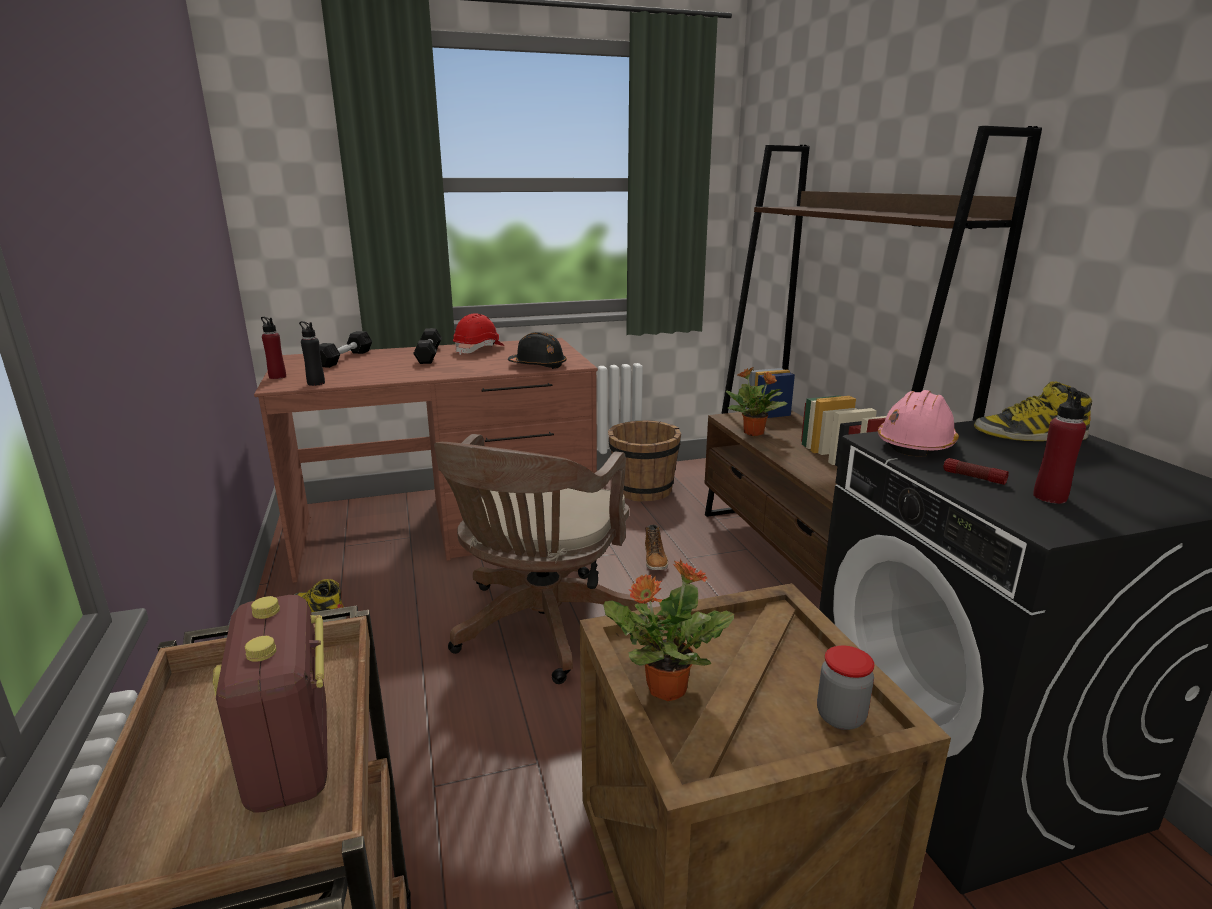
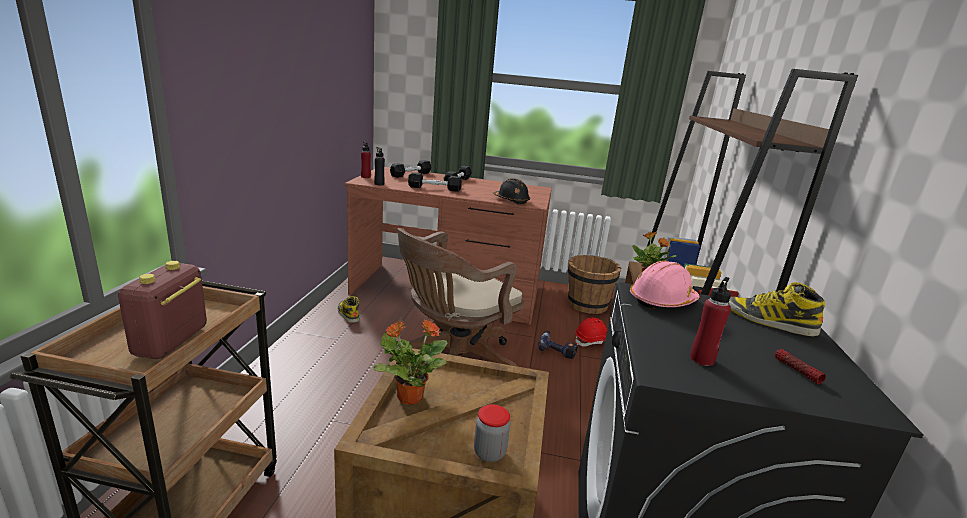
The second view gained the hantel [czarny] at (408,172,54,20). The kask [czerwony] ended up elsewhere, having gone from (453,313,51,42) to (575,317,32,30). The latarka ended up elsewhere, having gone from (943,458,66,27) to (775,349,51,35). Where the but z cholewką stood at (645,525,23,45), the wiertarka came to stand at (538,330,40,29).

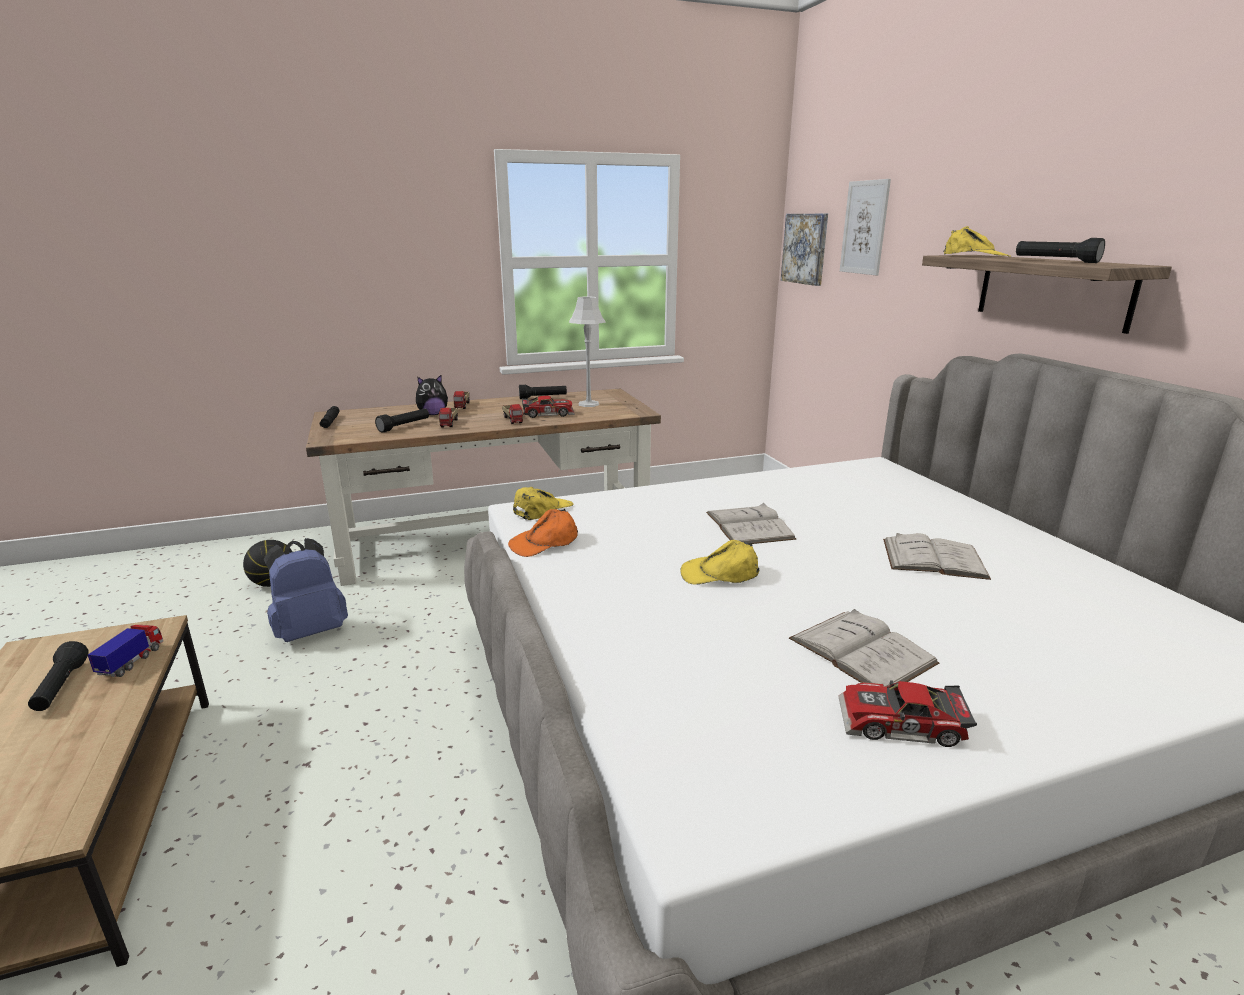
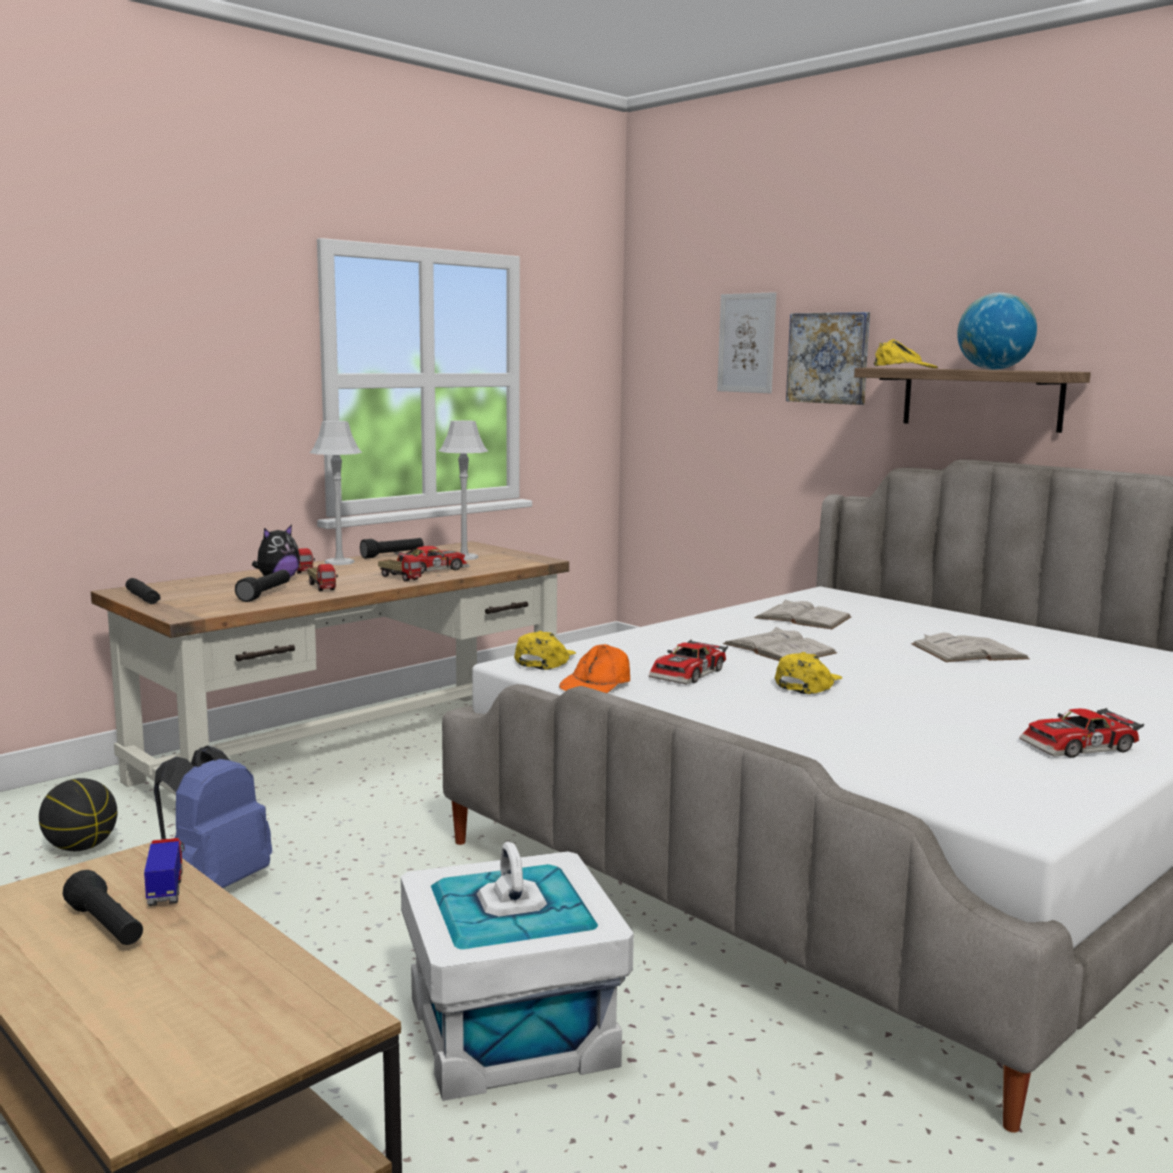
The second view gained the lampa stołowa [szary] at (310,421,52,144). The second view gained the pojemnik do przechowywania [biały] at (401,842,233,259). The second view gained the samochodzik at (648,640,80,45). The obraz ended up elsewhere, having gone from (781,213,47,73) to (786,312,84,93). The książka [biały] ended up elsewhere, having gone from (789,609,150,78) to (754,599,98,30). Where the latarka [czarny] stood at (1016,238,89,25), the globus came to stand at (957,292,80,78). The czapka z daszkiem [żółty] at (681,540,79,44) ended up facing another way, 150 degrees clockwise from before.

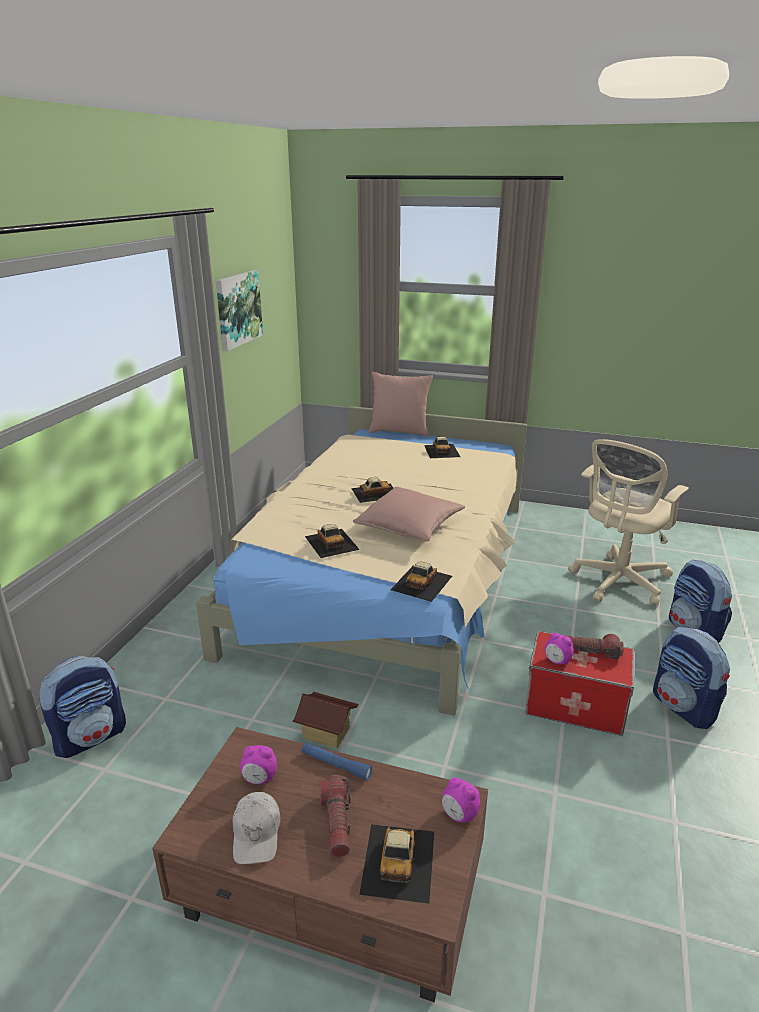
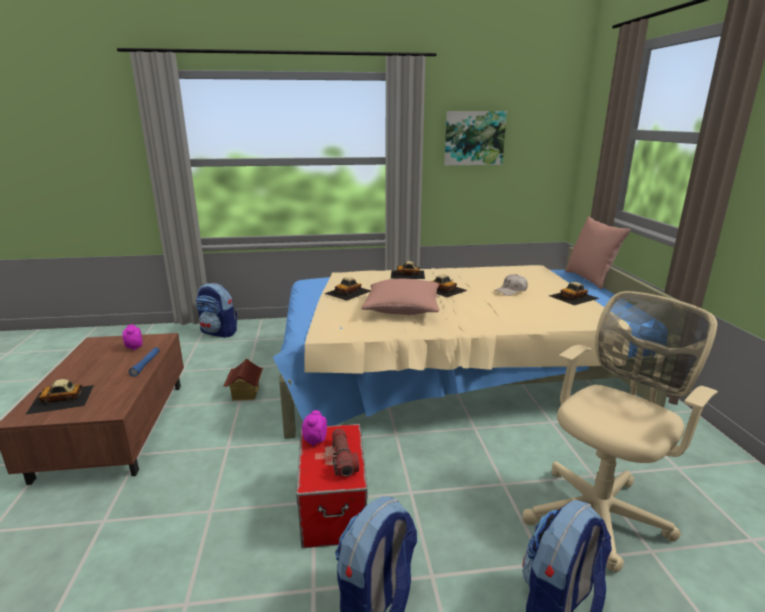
The second view lost the latarka at (319,775,31,82). The second view lost the budzik at (442,777,38,46). The czapka z daszkiem [biały] ended up elsewhere, having gone from (233,792,47,72) to (495,274,33,22). The samochodzik ended up elsewhere, having gone from (391,562,61,40) to (391,261,34,18). The krzesło biurowe [beżowy] at (568,439,120,167) ended up facing another way, 120 degrees clockwise from before.

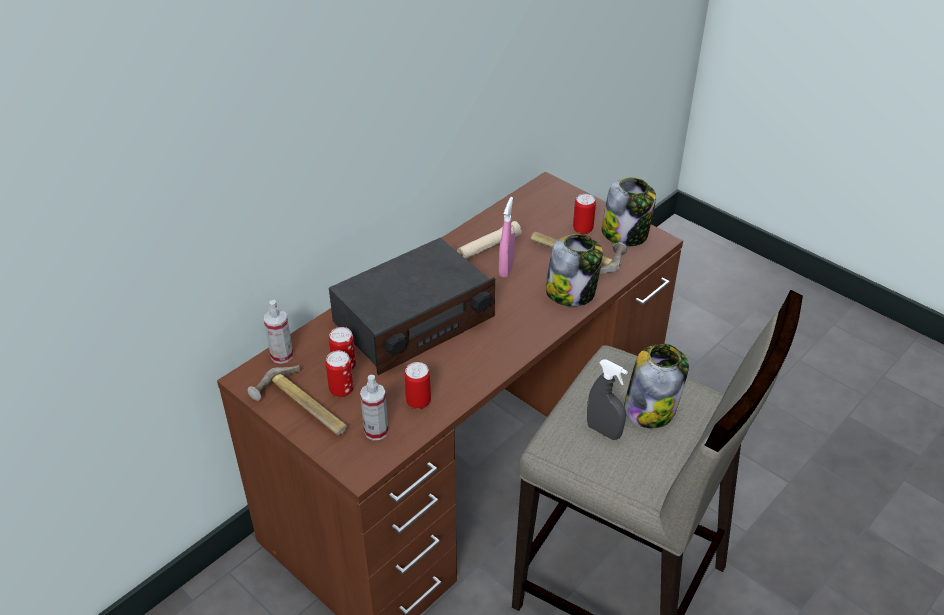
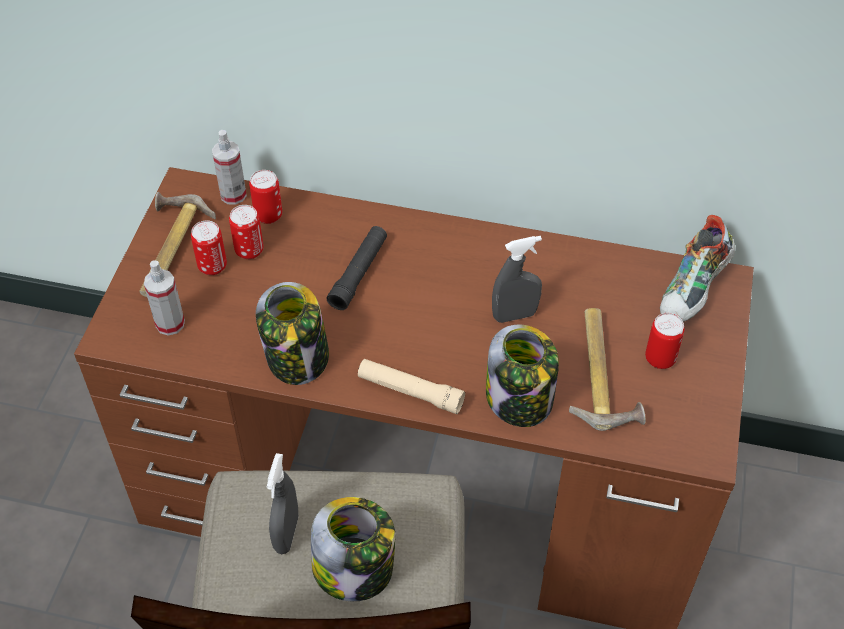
The second view gained the but at (660,215,76,107). The puszka ended up elsewhere, having gone from (404,362,27,47) to (249,170,33,54). The latarka [beżowy] ended up elsewhere, having gone from (457,221,65,38) to (358,359,107,55). The słoik ended up elsewhere, having gone from (602,177,54,69) to (256,282,73,103). Where the radio stood at (329,238,166,137), the latarka [czarny] came to stand at (327,226,60,84). What was the spryskiwacz [różowy] at (499,197,16,81) turned into the spryskiwacz [szary] at (492,236,50,87).

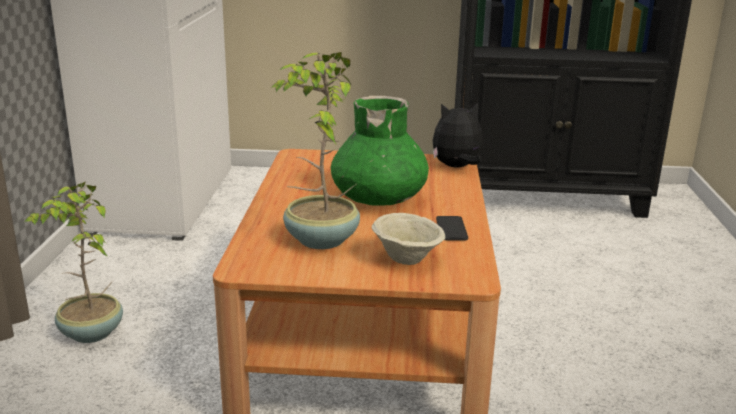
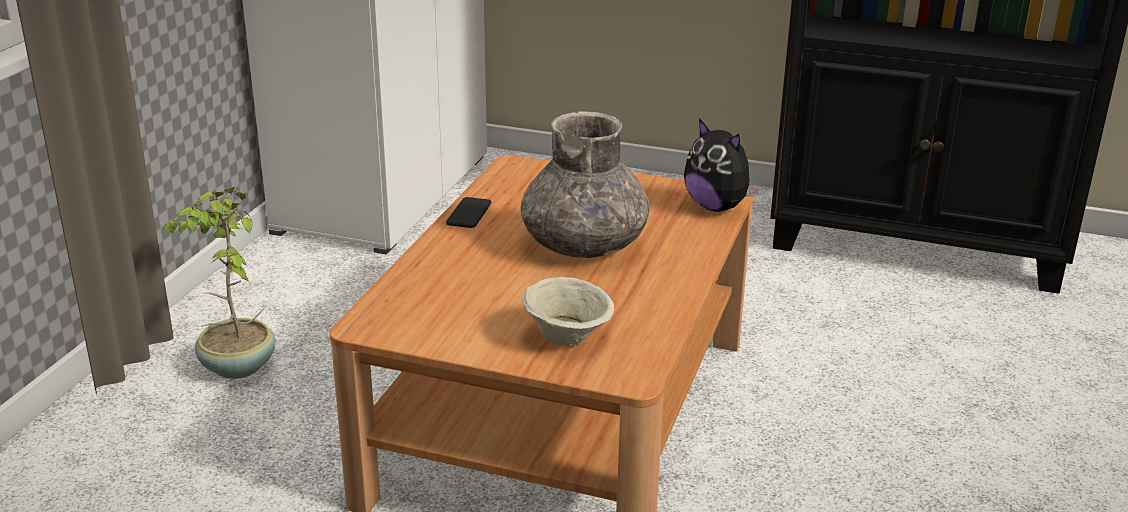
The second view lost the roślina doniczkowa at (272,52,88,197). The telefon ended up elsewhere, having gone from (436,216,32,25) to (446,197,45,31). What was the wazon [zielony] at (331,96,98,110) turned into the wazon [szary] at (520,111,130,147). The pluszak at (433,103,50,64) ended up facing another way, 135 degrees counterclockwise from before.

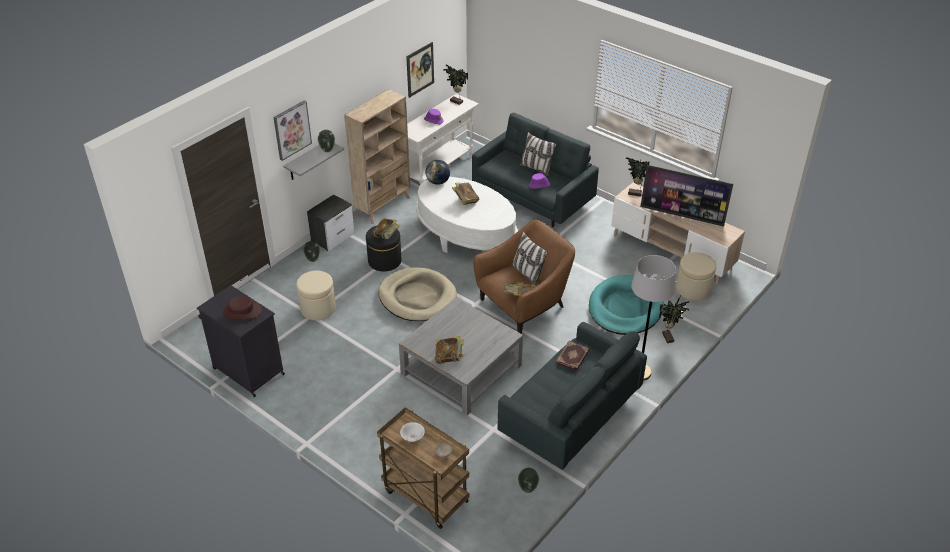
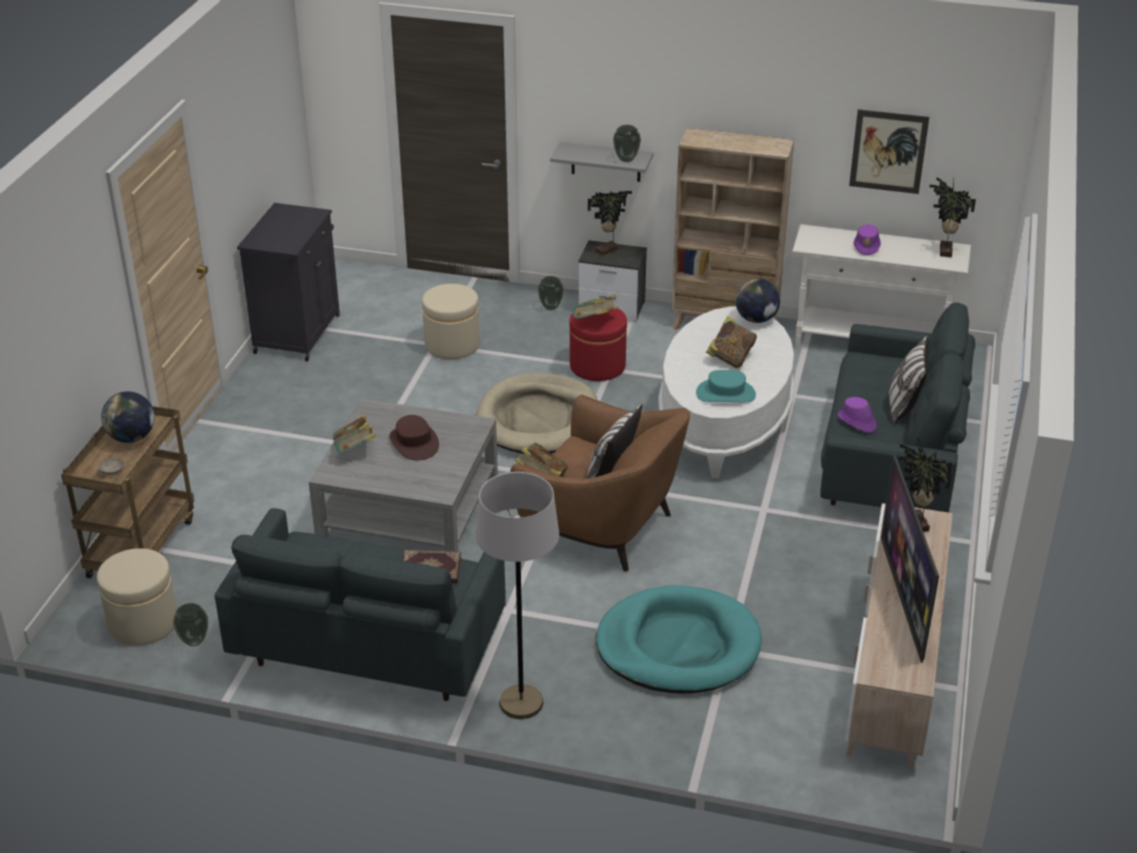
The second view lost the obraz at (273,100,39,61). The second view gained the kapelusz [turkusowy] at (696,370,60,32). The kapelusz [brązowy] ended up elsewhere, having gone from (223,296,39,23) to (389,415,50,45). The roślina doniczkowa ended up elsewhere, having gone from (659,296,30,47) to (588,191,44,65). The pufa [beżowy] ended up elsewhere, having gone from (676,252,40,49) to (97,548,80,98). Where the miska [biały] stood at (400,422,25,20), the globus came to stand at (101,391,54,52). What was the pufa [czarny] at (366,226,35,45) turned into the pufa [czerwony] at (569,308,58,73).

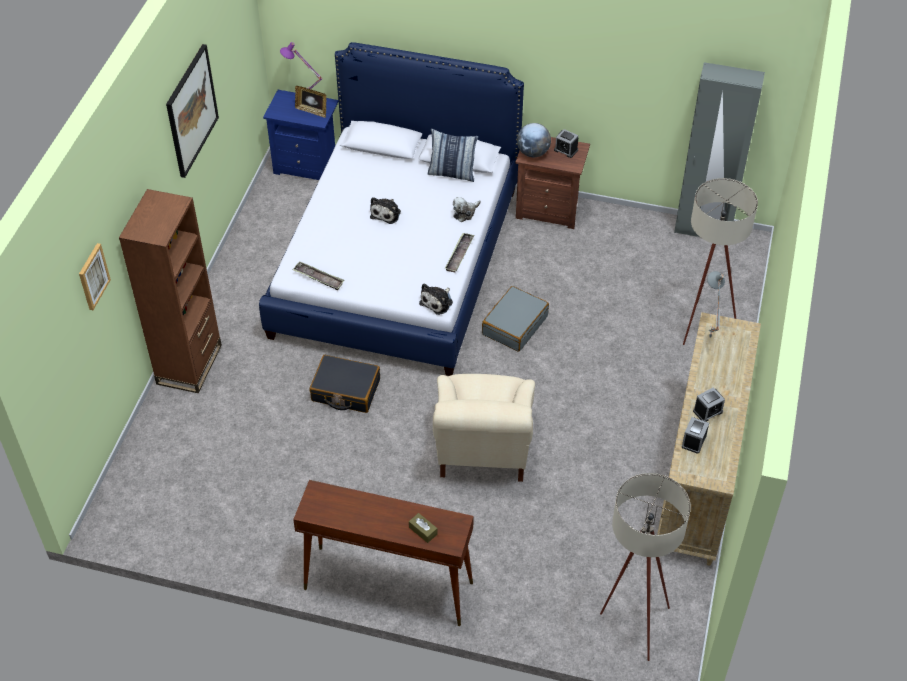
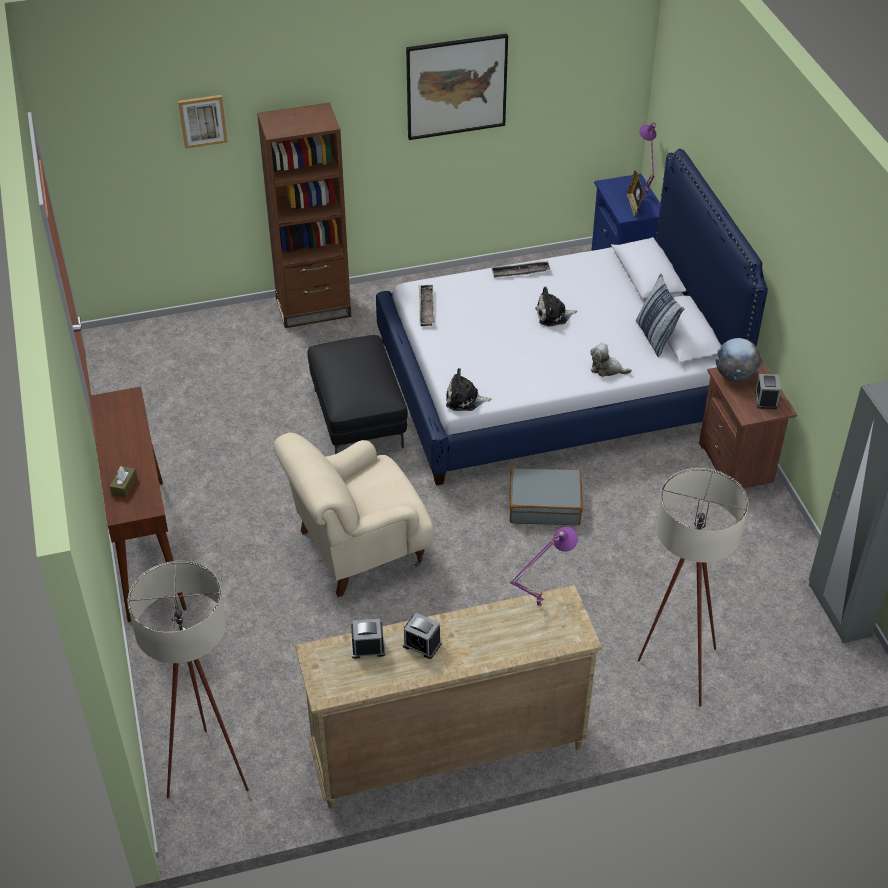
The taca ended up elsewhere, having gone from (445,233,29,40) to (491,261,60,16). Where the walizka [czarny] stood at (309,355,71,58), the pufa [czarny] came to stand at (307,335,101,119). What was the lampa stołowa [szary] at (707,271,18,66) turned into the lampa stołowa [fioletowy] at (509,527,69,80).

